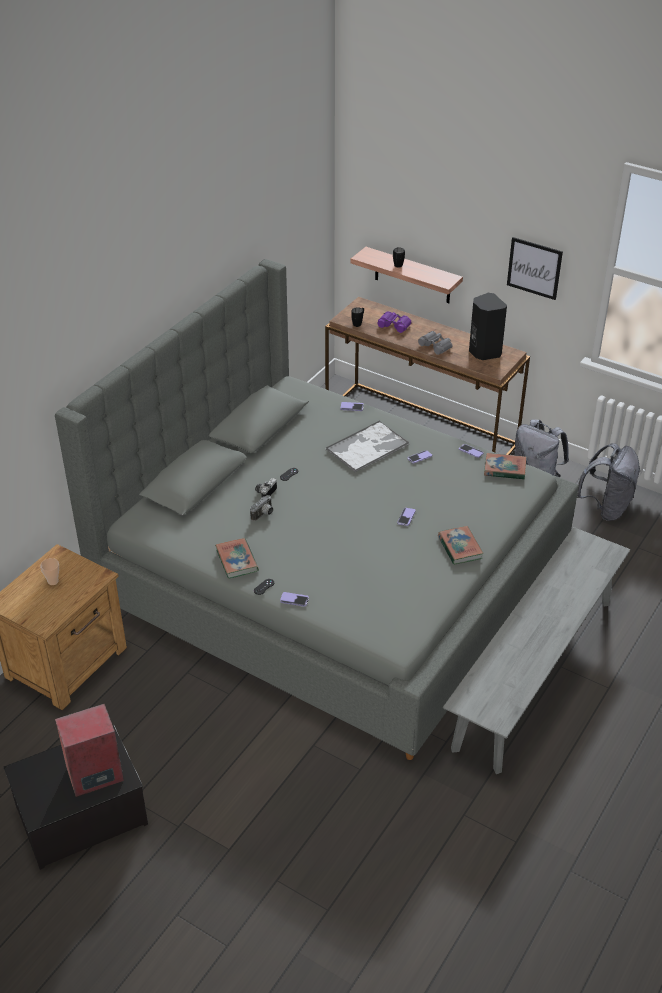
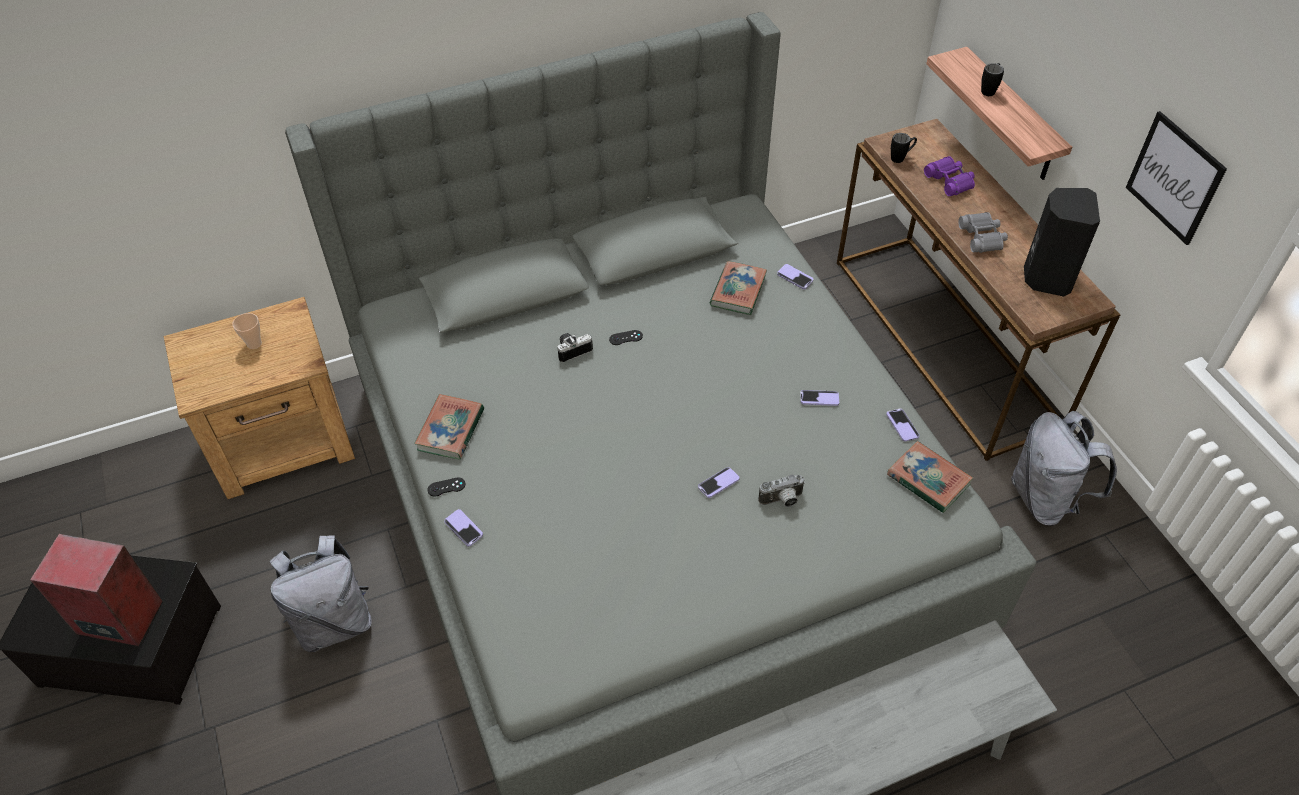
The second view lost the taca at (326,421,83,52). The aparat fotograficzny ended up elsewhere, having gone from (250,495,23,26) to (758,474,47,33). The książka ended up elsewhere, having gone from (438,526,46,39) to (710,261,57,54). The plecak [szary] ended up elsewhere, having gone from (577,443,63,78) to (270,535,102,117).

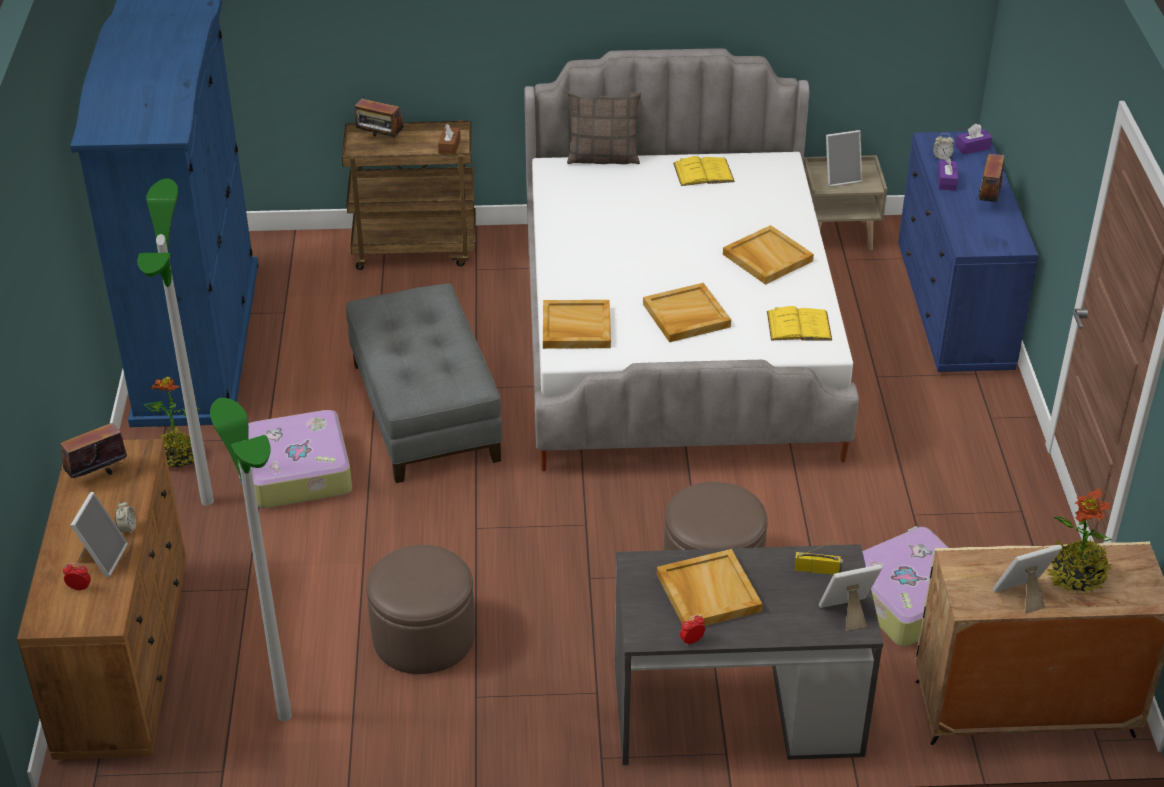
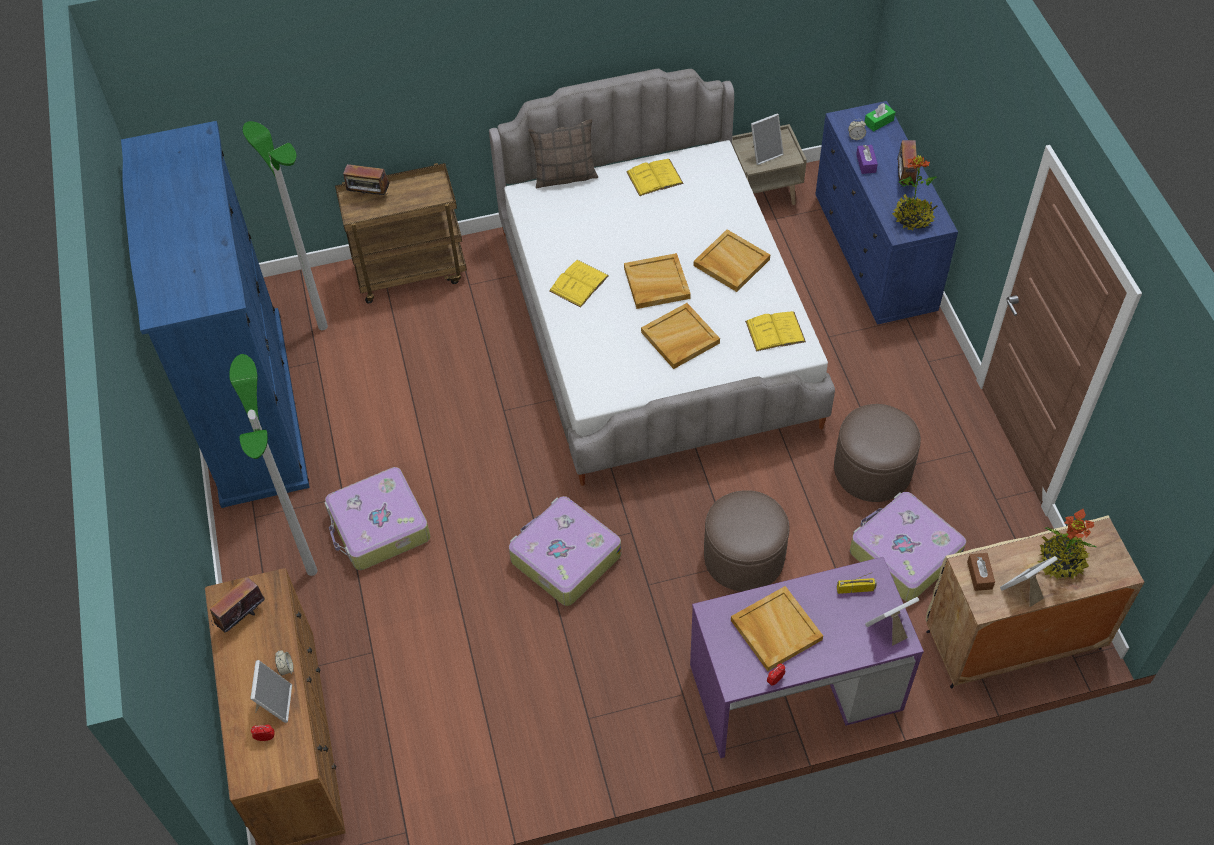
The second view lost the pufa [szary] at (346,284,157,199). The second view gained the walizka at (509,496,112,110). The second view gained the książka [żółty] at (549,260,60,47). The roślina doniczkowa ended up elsewhere, having gone from (144,377,61,90) to (892,155,45,76). The lampa stojąca ended up elsewhere, having gone from (210,398,82,323) to (243,121,85,209). The pufa [brązowy] ended up elsewhere, having gone from (366,545,109,129) to (834,404,87,98). The pudełko chusteczek [brązowy] ended up elsewhere, having gone from (438,124,23,30) to (967,553,28,38). The taca [beżowy] ended up elsewhere, having gone from (543,300,68,49) to (624,253,67,56). What was the biurko [szary] at (615,544,268,221) turned into the biurko [fioletowy] at (690,557,234,201). What was the pudełko chusteczek [fioletowy] at (955,124,38,31) turned into the pudełko chusteczek [zielony] at (865,103,30,29).

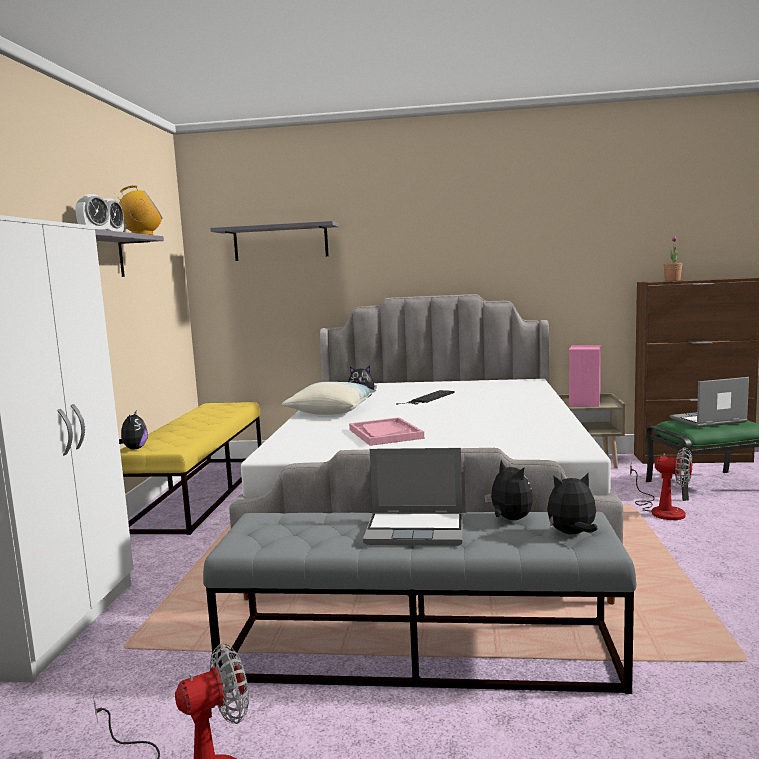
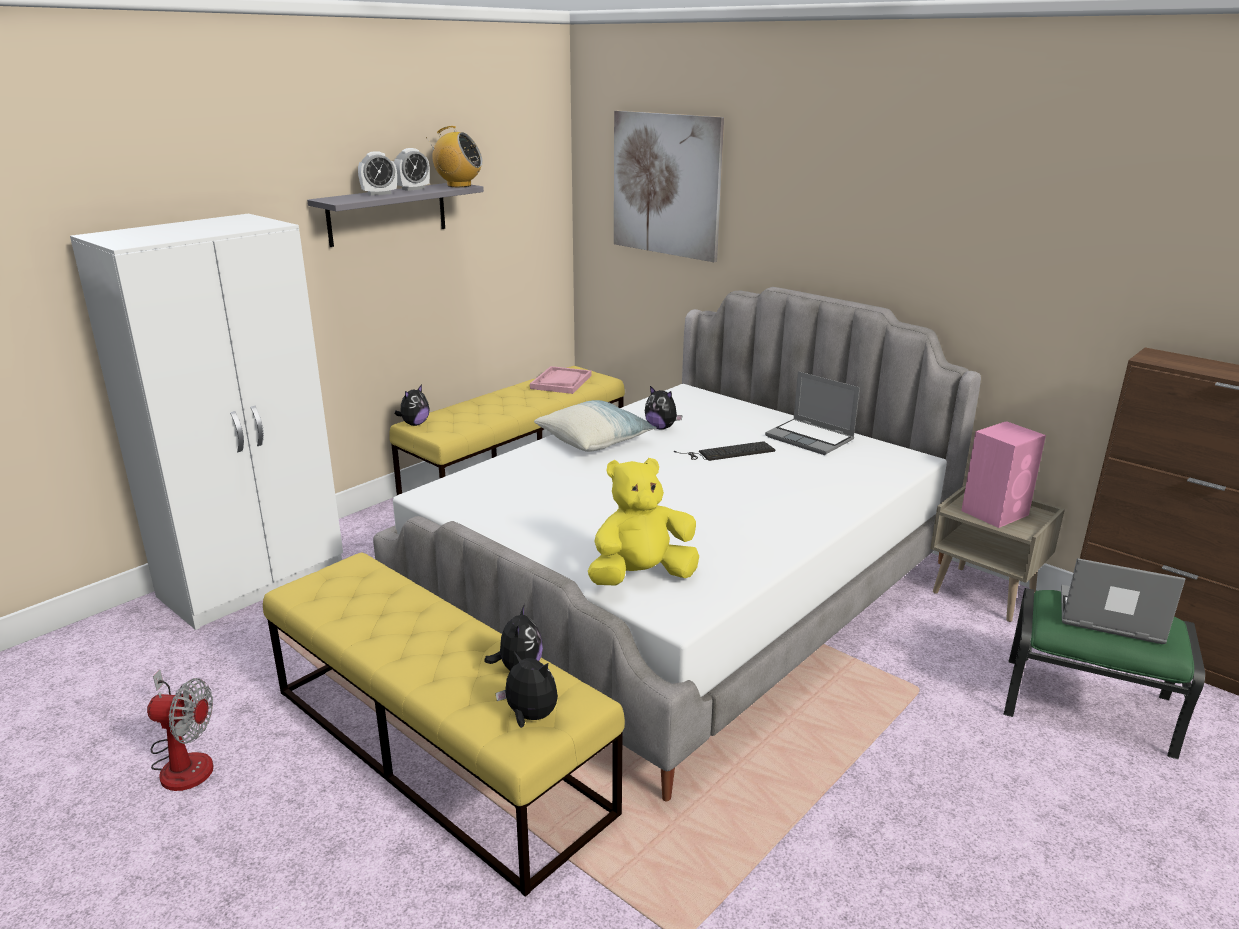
The second view lost the wentylator at (630,447,62,73). The second view lost the roślina doniczkowa at (664,237,18,44). The second view gained the pluszak [żółty] at (588,458,111,127). The taca [różowy] ended up elsewhere, having gone from (349,417,75,29) to (530,366,62,28). The laptop ended up elsewhere, having gone from (363,448,100,98) to (765,371,95,84). Where the półka [szary] hung at (210,221,129,40), the obraz came to hang at (614,111,110,151). What was the ławka [szary] at (203,512,434,182) turned into the ławka [żółty] at (263,553,362,344).

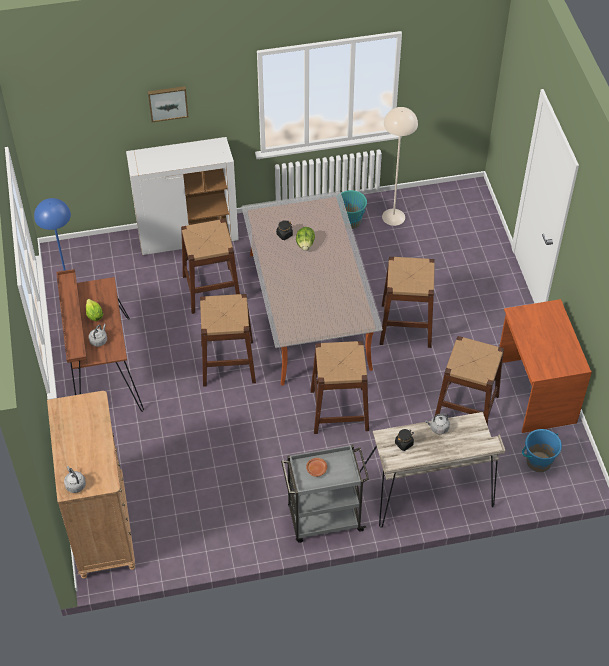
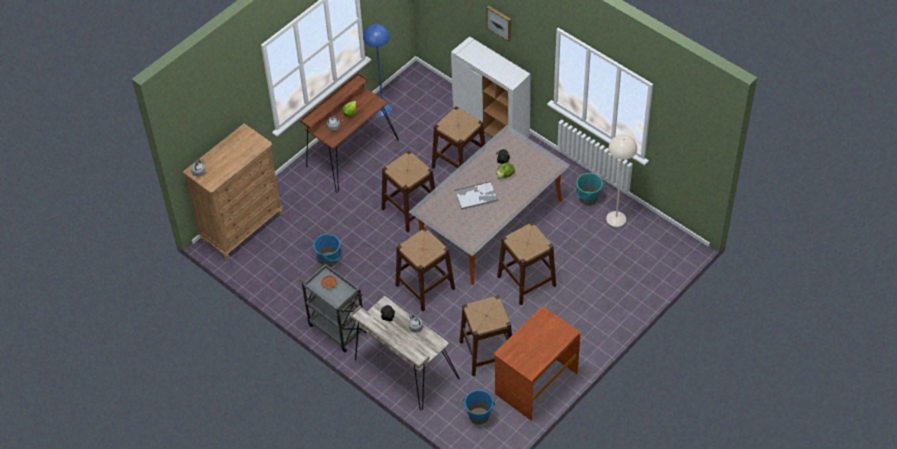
The second view gained the wiadro [niebieski] at (313,233,28,34). The second view gained the taca at (455,181,43,29).

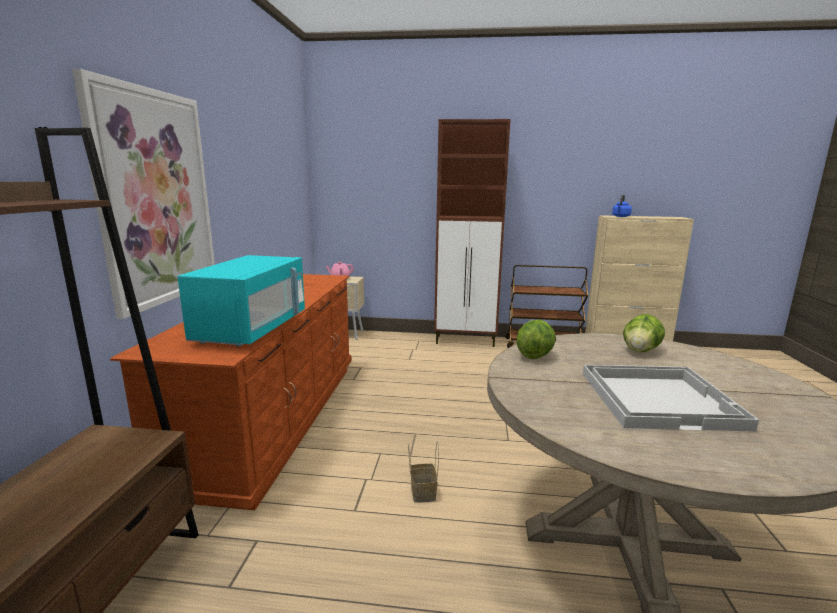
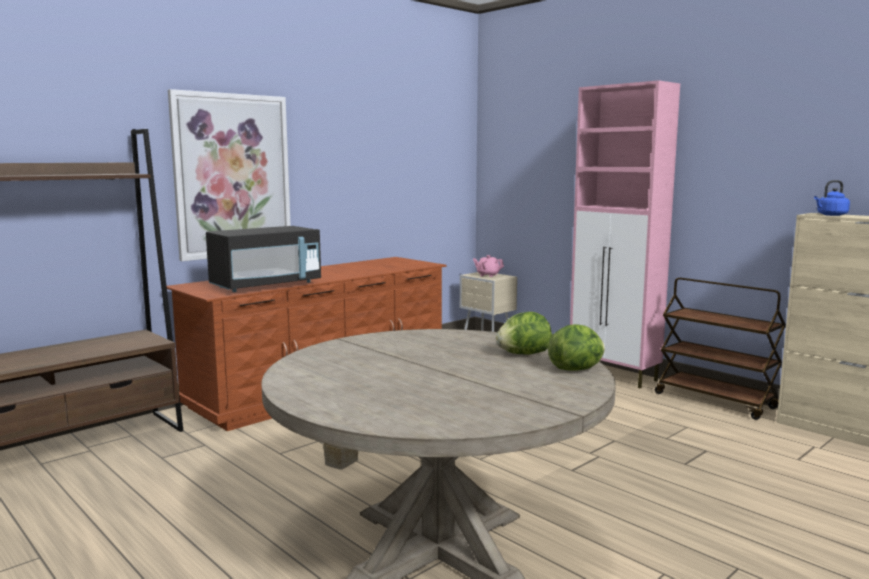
The second view lost the taca [biały] at (583,365,176,66). The sałata ended up elsewhere, having gone from (517,319,39,40) to (548,324,57,47). What was the mikrofalówka [turkusowy] at (178,255,127,92) turned into the mikrofalówka [czarny] at (206,226,115,66). What was the szafka [brązowy] at (434,119,77,228) turned into the szafka [różowy] at (570,80,110,308).

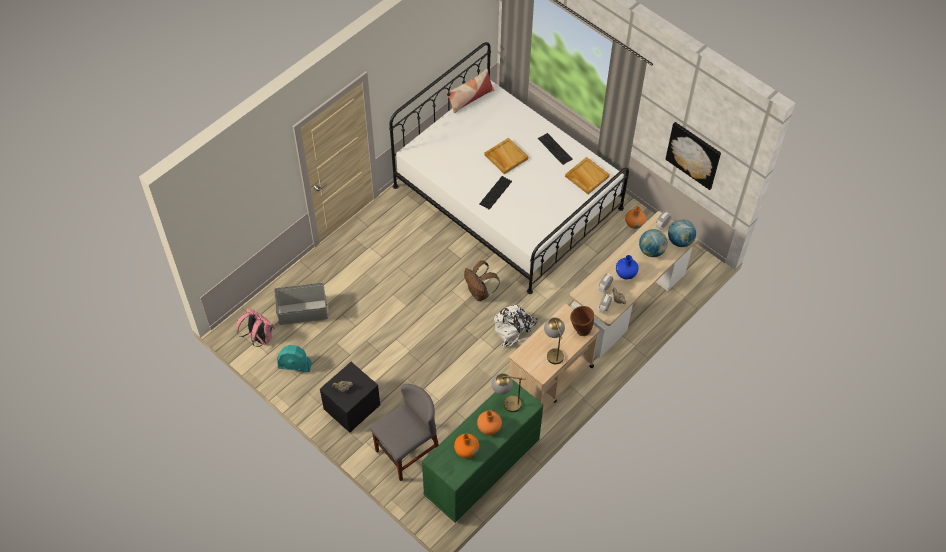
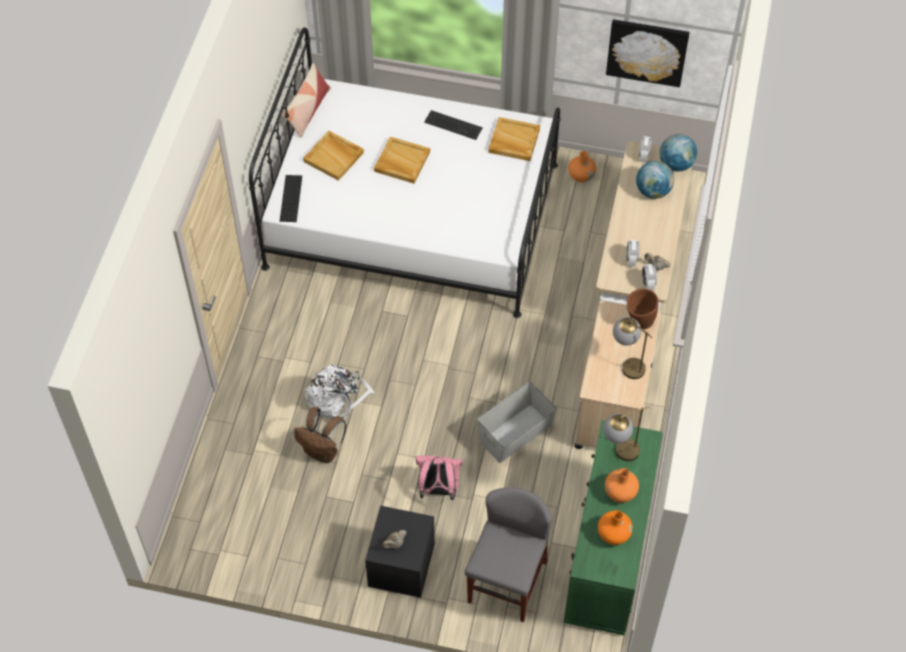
The second view lost the wentylator [turkusowy] at (277,345,35,27). The second view lost the wazon [niebieski] at (616,255,23,24). The second view gained the taca [beżowy] at (303,131,61,50). The plecak [różowy] ended up elsewhere, having gone from (236,308,38,39) to (416,456,47,44). The pojemnik do przechowywania [szary] ended up elsewhere, having gone from (274,283,54,42) to (477,381,80,82). The plecak [brązowy] ended up elsewhere, having gone from (464,261,36,40) to (294,407,52,56). The klawiatura ended up elsewhere, having gone from (479,176,33,34) to (280,175,22,47). The plecak [biały] ended up elsewhere, having gone from (494,305,46,42) to (305,364,70,61).

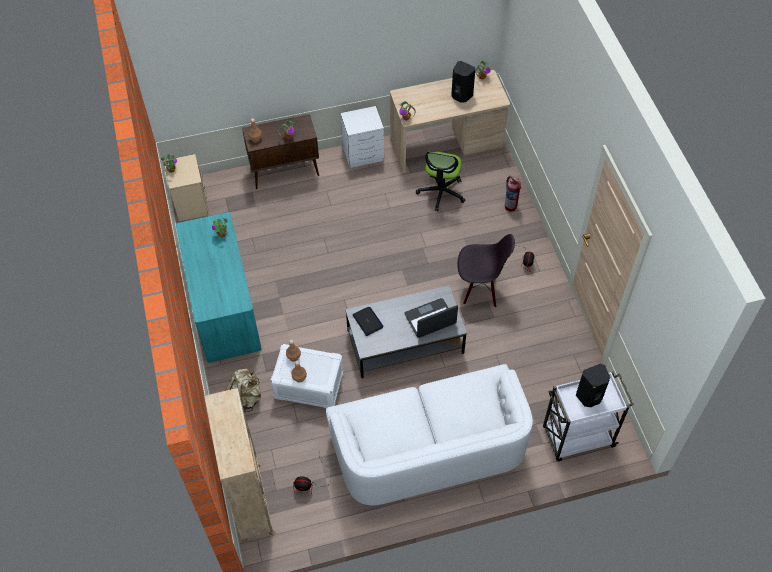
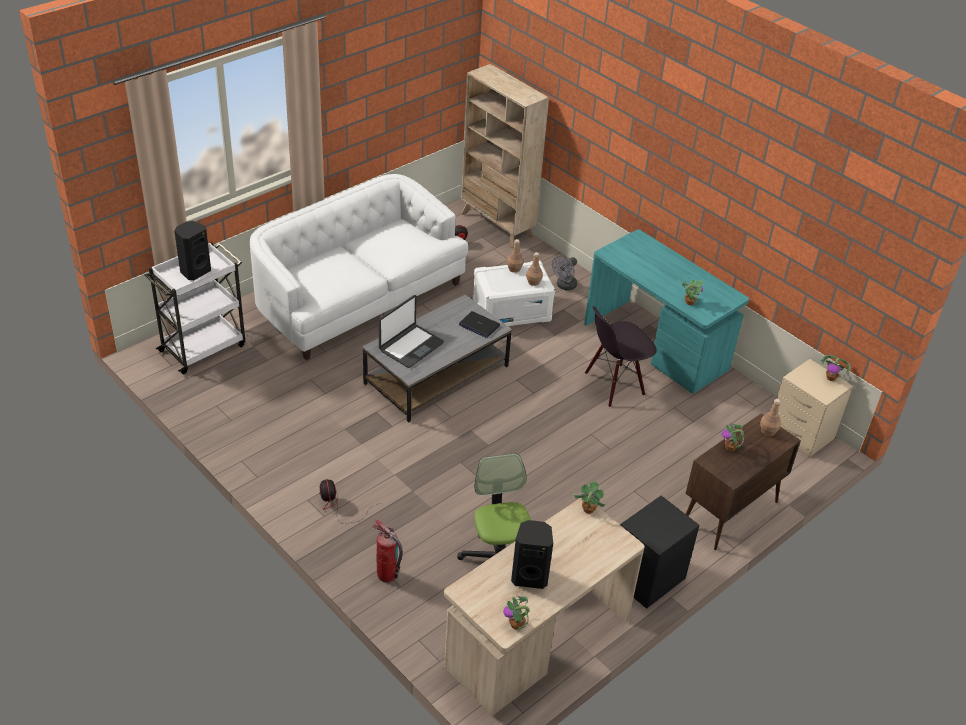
The krzesło [czarny] ended up elsewhere, having gone from (457,234,58,73) to (585,306,72,101). Where the plecak [beżowy] stood at (225,369,36,43), the wentylator [szary] came to stand at (552,255,25,36). What was the szafka nocna [biały] at (340,106,44,62) turned into the szafka nocna [czarny] at (620,496,79,113).

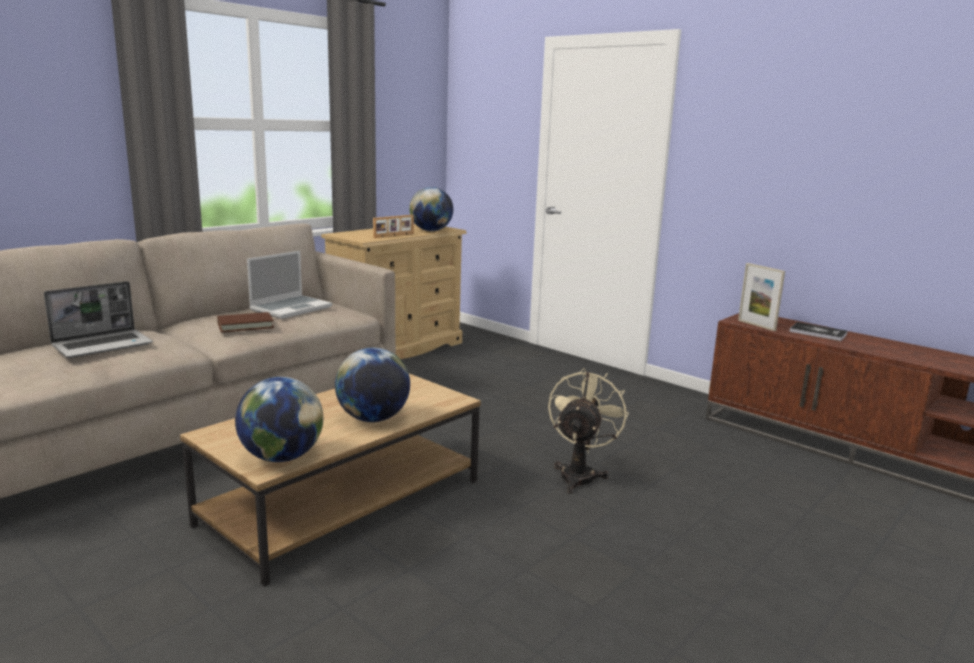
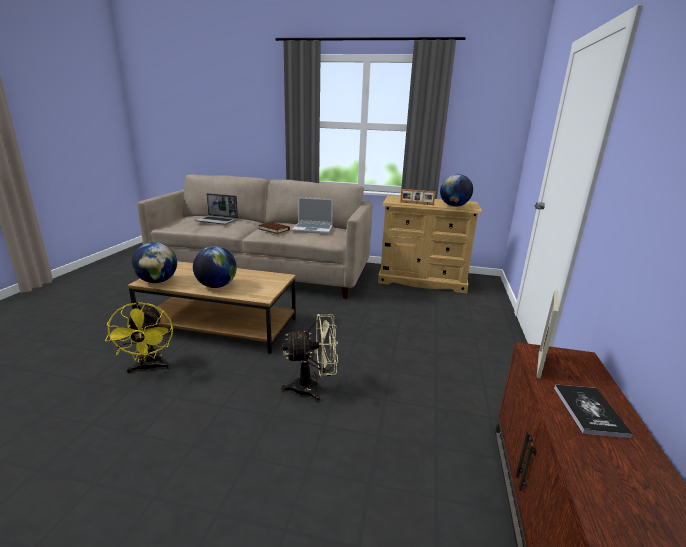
The second view gained the wentylator [żółty] at (105,302,68,71).

